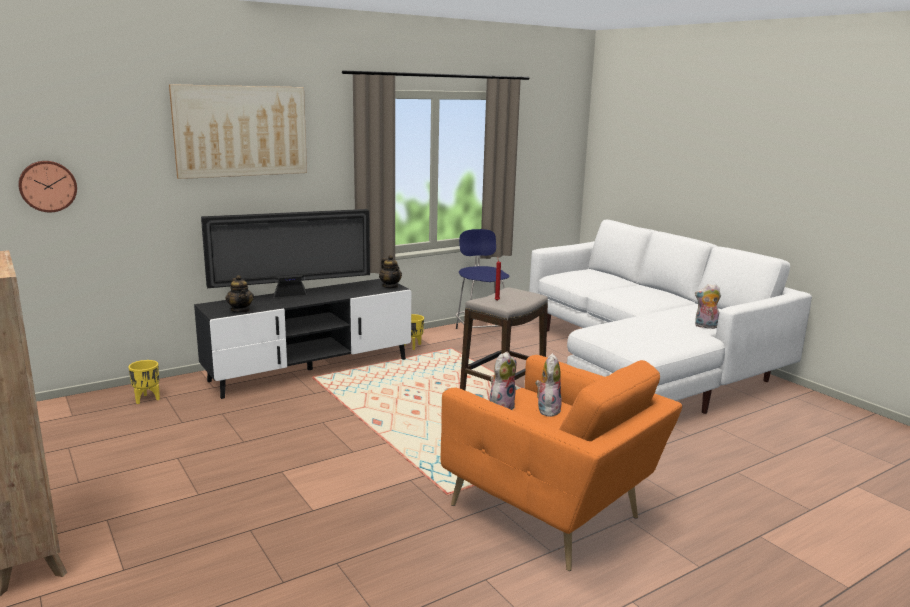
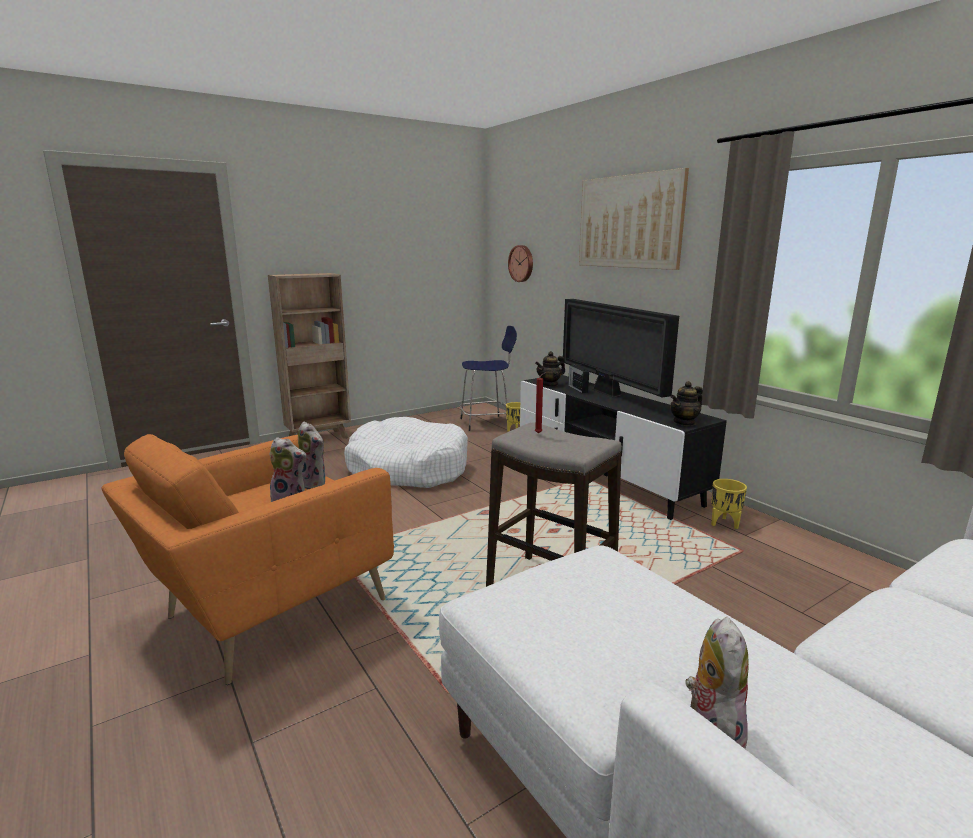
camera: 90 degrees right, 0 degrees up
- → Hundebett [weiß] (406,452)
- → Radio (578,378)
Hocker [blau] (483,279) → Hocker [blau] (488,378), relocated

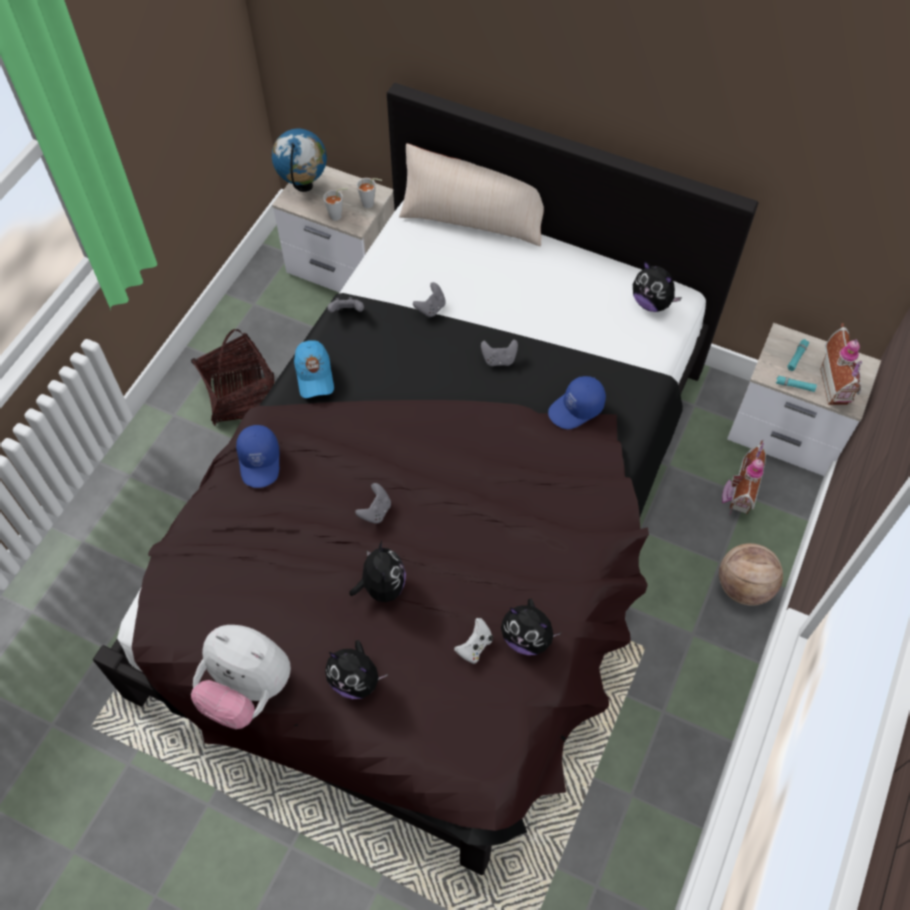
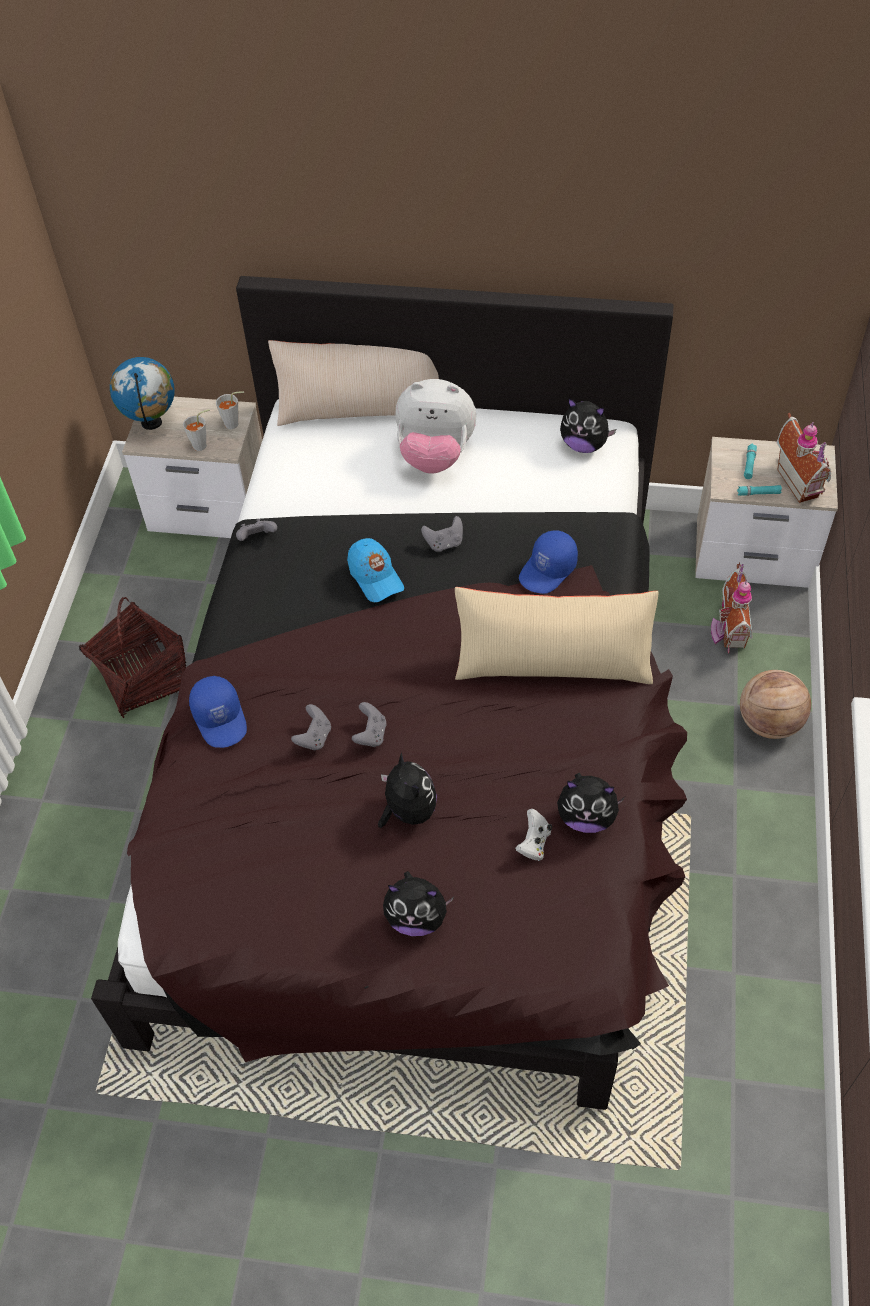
camera: 15 degrees left, 5 degrees down
- → Kissen [beige] (557,635)
Plüschtier (241,677) → Plüschtier (435,426), relocated
Kappe [blau] (314,369) → Kappe [blau] (375,570), relocated
Gamepad [grau] (429,299) → Gamepad [grau] (311,727), relocated

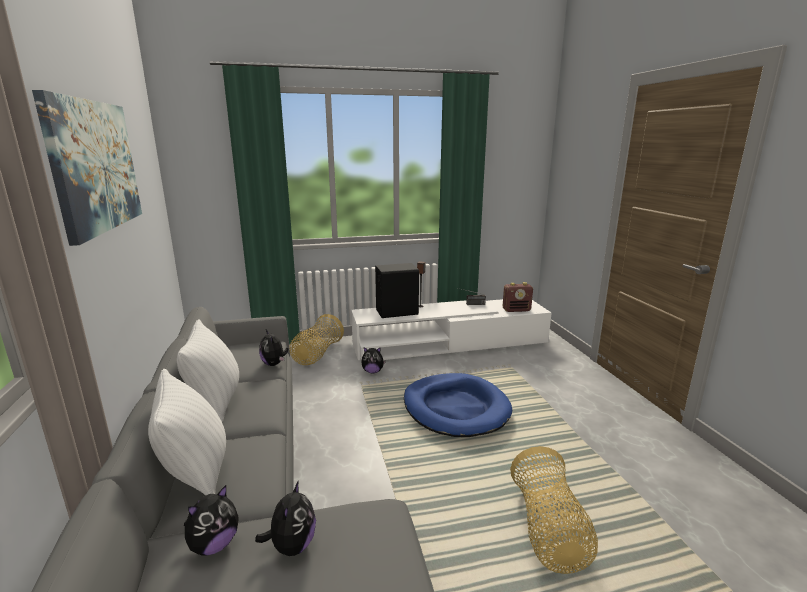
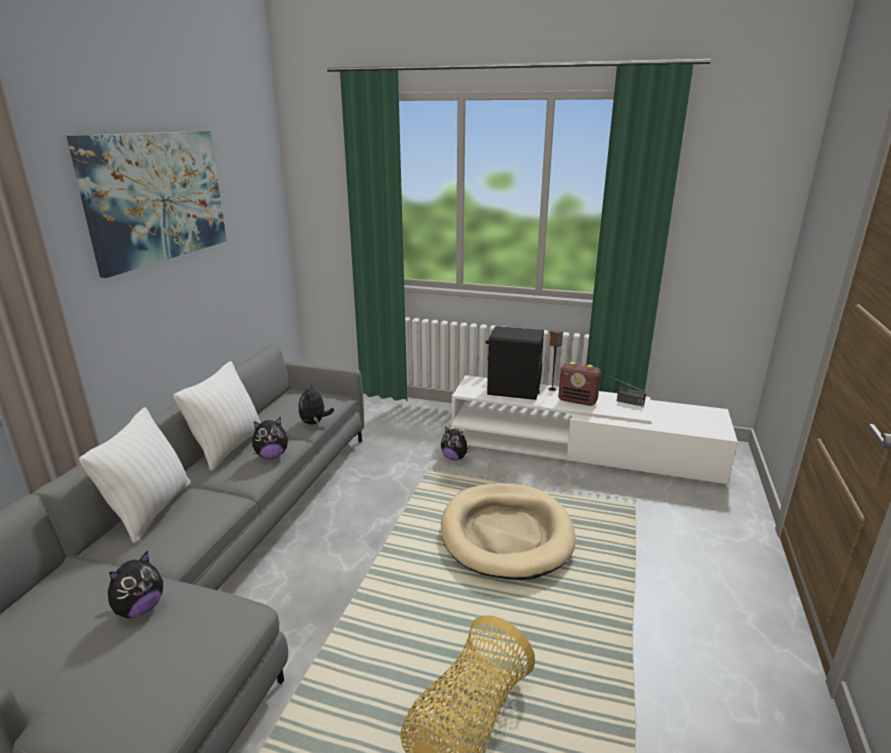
camera: 30 degrees right, 5 degrees up
Korb (316,339) → -
Plüschtier (211,520) → Plüschtier (271,438), relocated
Radio (518,297) → Radio (579,384), relocated
Hundebett [blau] (458,405) → Hundebett [beige] (508,532)

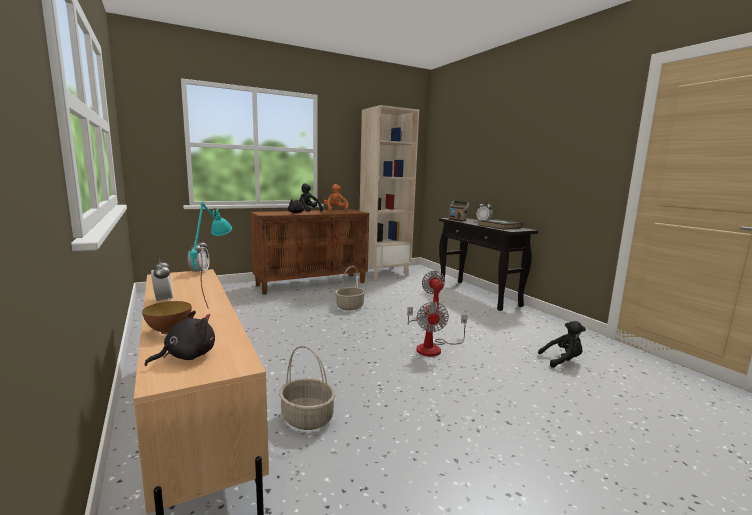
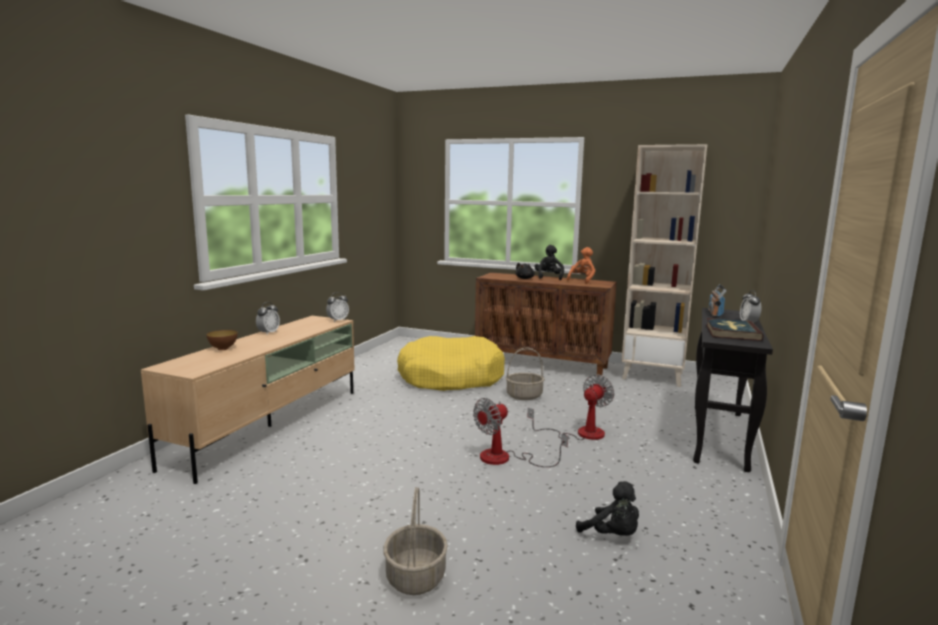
camera: 50 degrees right, 0 degrees up
Plüschtier [schwarz] (179,338) → -
Tischlampe [türkis] (211,255) → -
- → Hundebett [gelb] (451,363)
Korb (307,388) → Korb (415,541), relocated

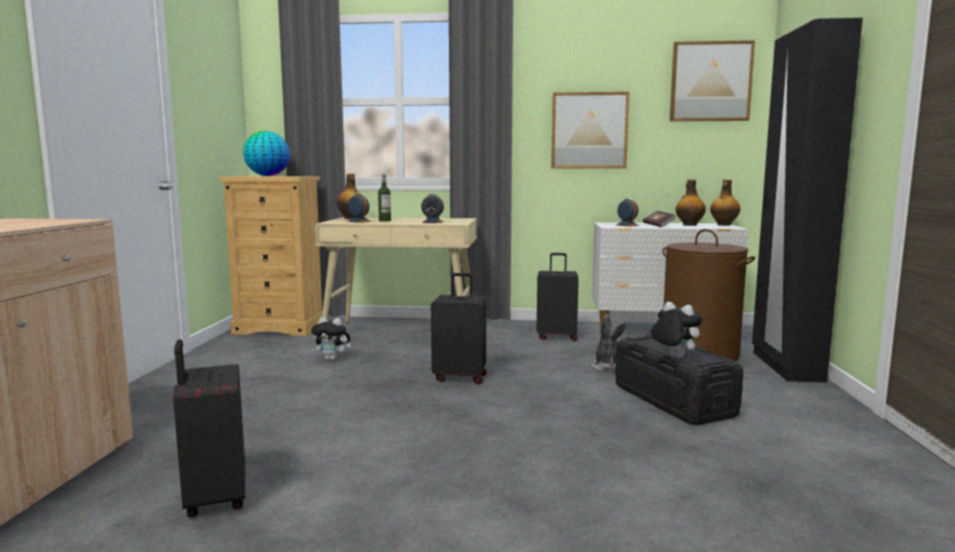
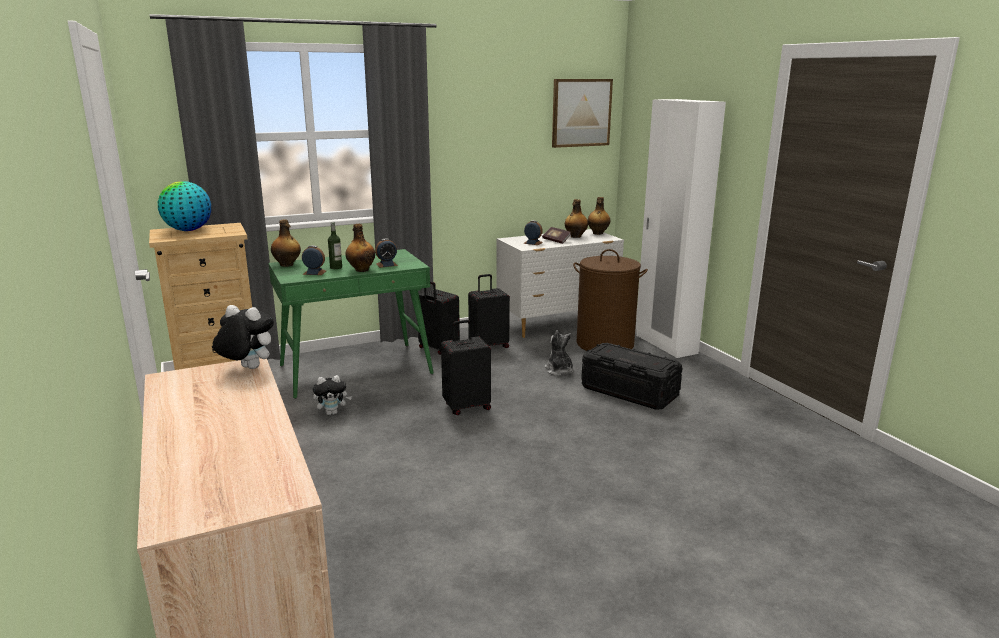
camera: 30 degrees left, 10 degrees up
Bild (590,130) → -
- → Flasche (360,248)
Koffer [schwarz] (209,428) → Koffer [schwarz] (439,318), relocated
Plüschtier (677,330) → Plüschtier (243,337), relocated
Schreibtisch [beige] (396,270) → Schreibtisch [grün] (351,324)
Kleiderschrank [schwarz] (807,200) → Kleiderschrank [weiß] (681,228)

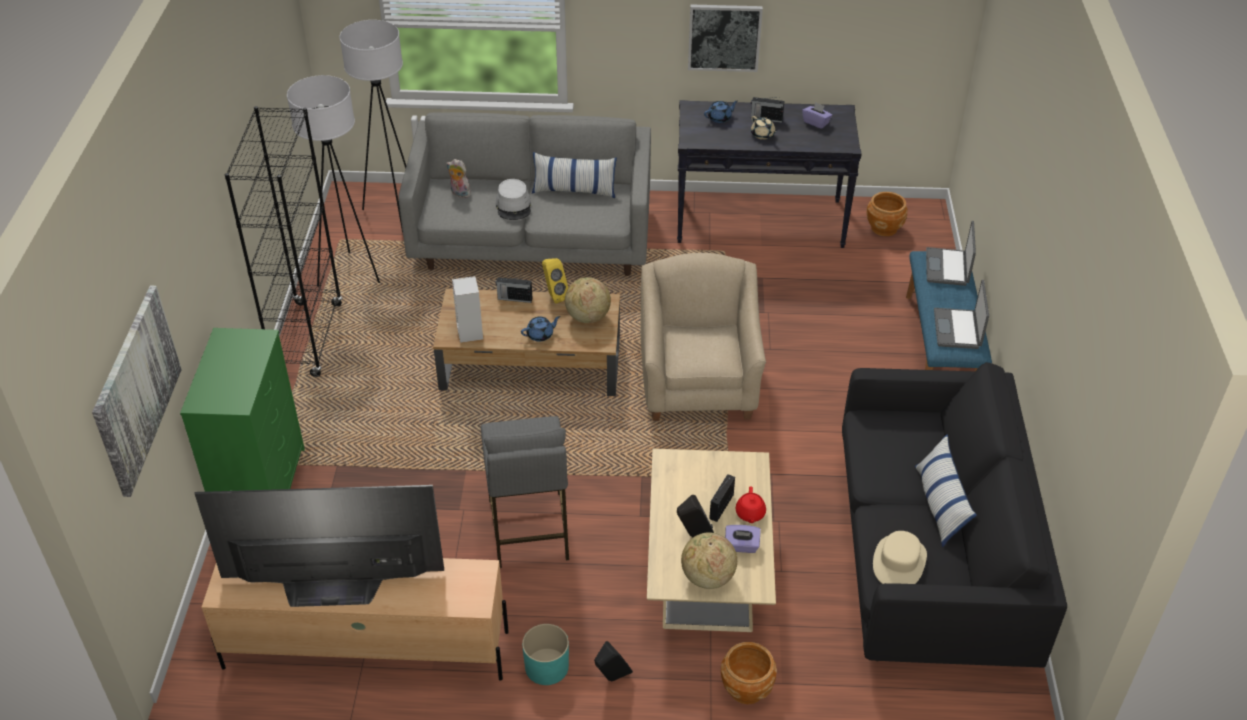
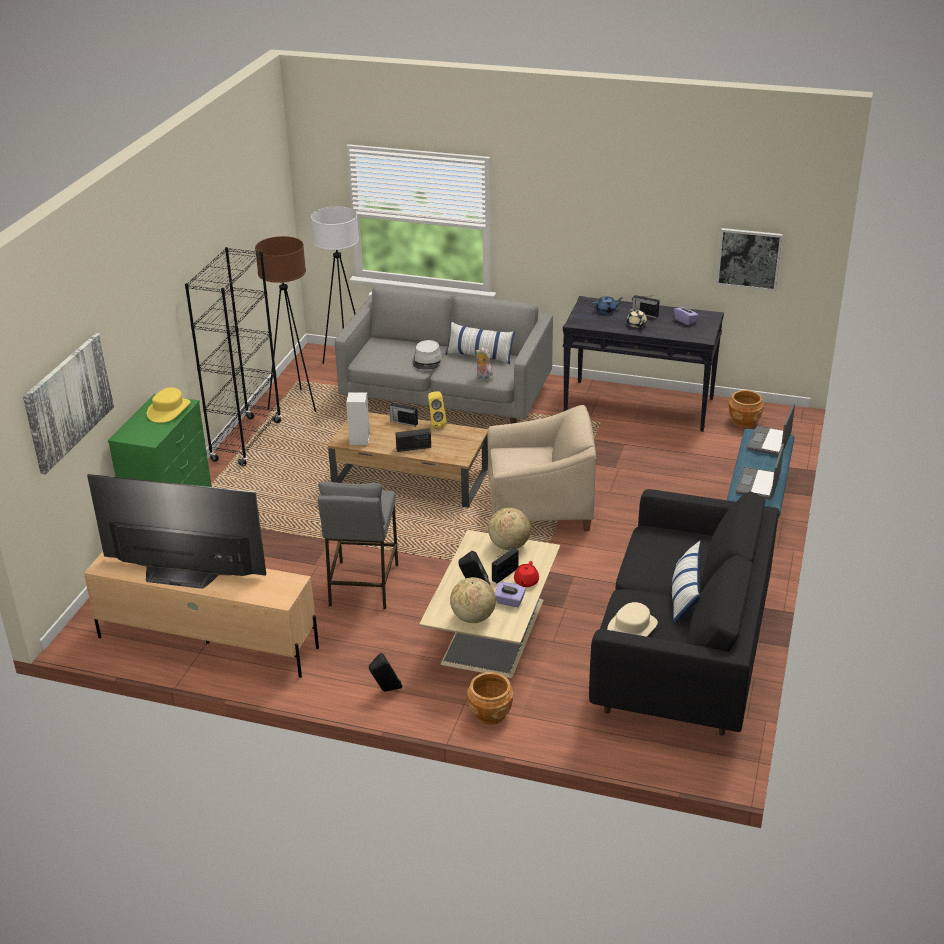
camera: 15 degrees right, 10 degrees down
Pflanzkübel [türkis] (545,654) → -
- → Hut [gelb] (168,405)
Plüschtier (458,178) → Plüschtier (484,364), relocated
Globus (588,300) → Globus (509,529), relocated
Bild (725,38) → Bild (749,259), relocated
Teekanne [blau] (541,329) → Radio (413,440)
Stehlampe [weiß] (333,181) → Stehlampe [braun] (285,324)
Sessel [beige] (703,337) → Sessel [beige] (541,468), 75 degrees clockwise

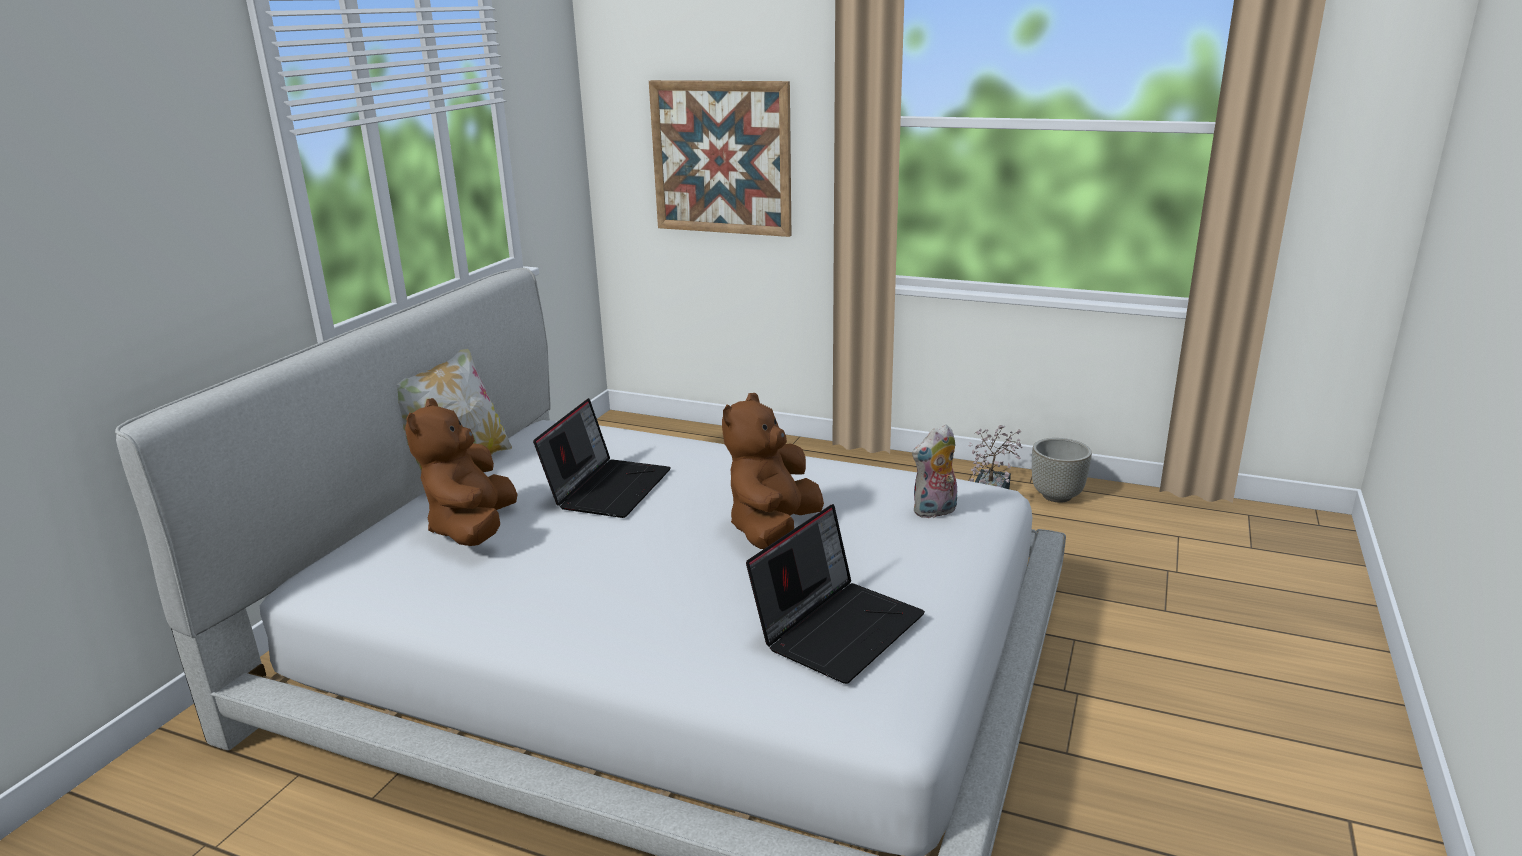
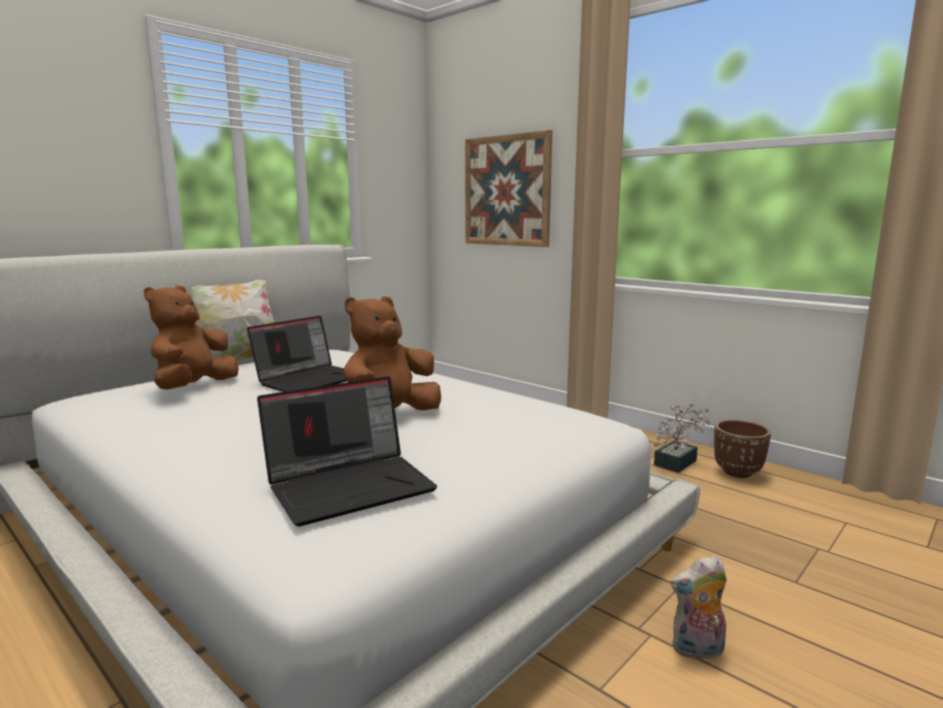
camera: 20 degrees right, 10 degrees down
Plüschtier (934,472) → Plüschtier (699,609), relocated
Pflanzkübel [grau] (1062,470) → Pflanzkübel [braun] (742,449)

